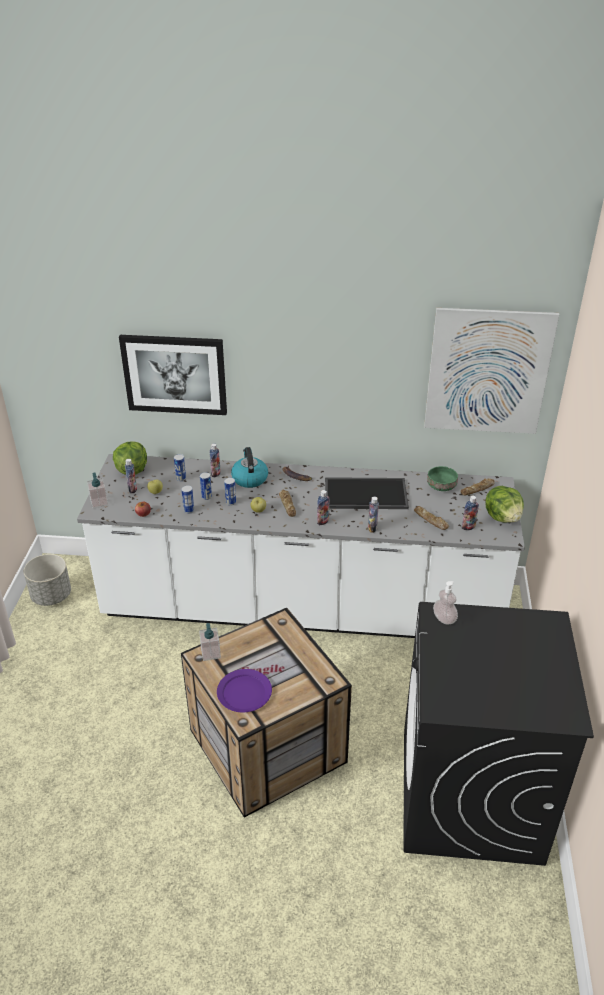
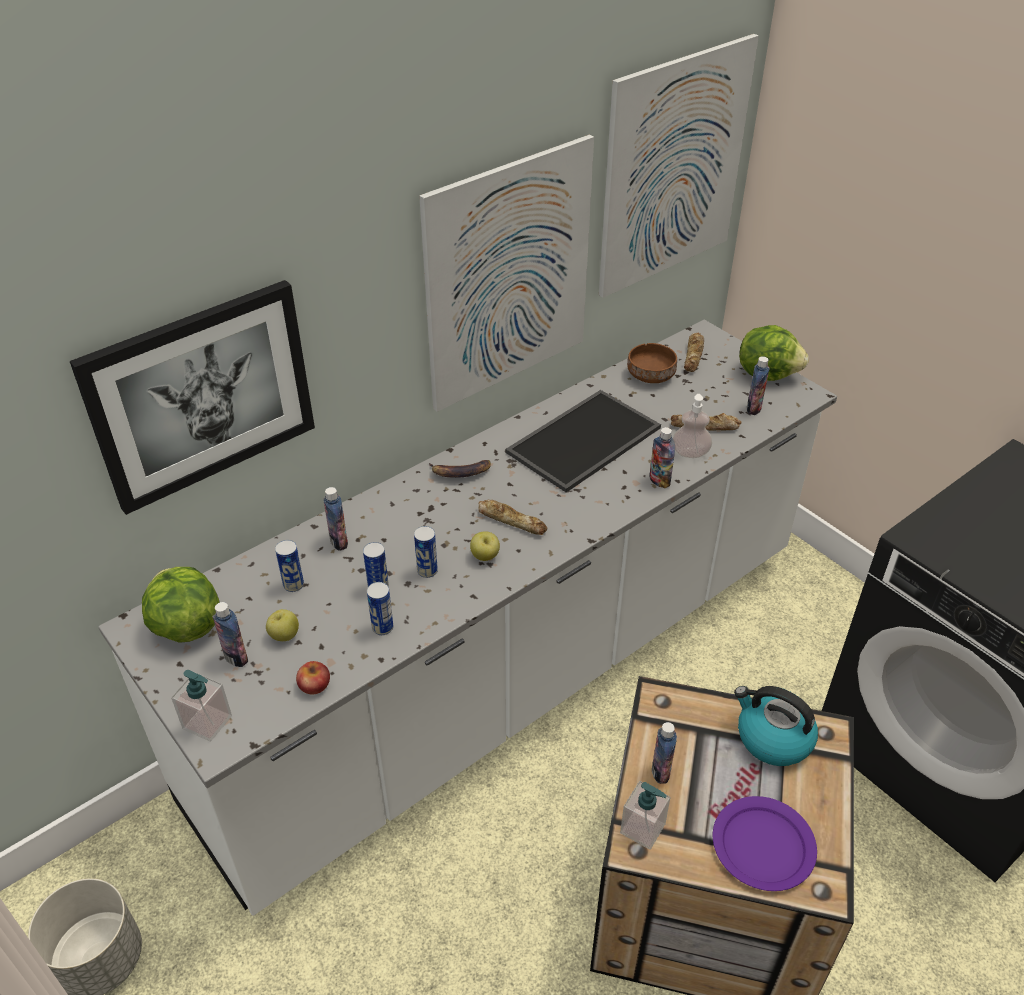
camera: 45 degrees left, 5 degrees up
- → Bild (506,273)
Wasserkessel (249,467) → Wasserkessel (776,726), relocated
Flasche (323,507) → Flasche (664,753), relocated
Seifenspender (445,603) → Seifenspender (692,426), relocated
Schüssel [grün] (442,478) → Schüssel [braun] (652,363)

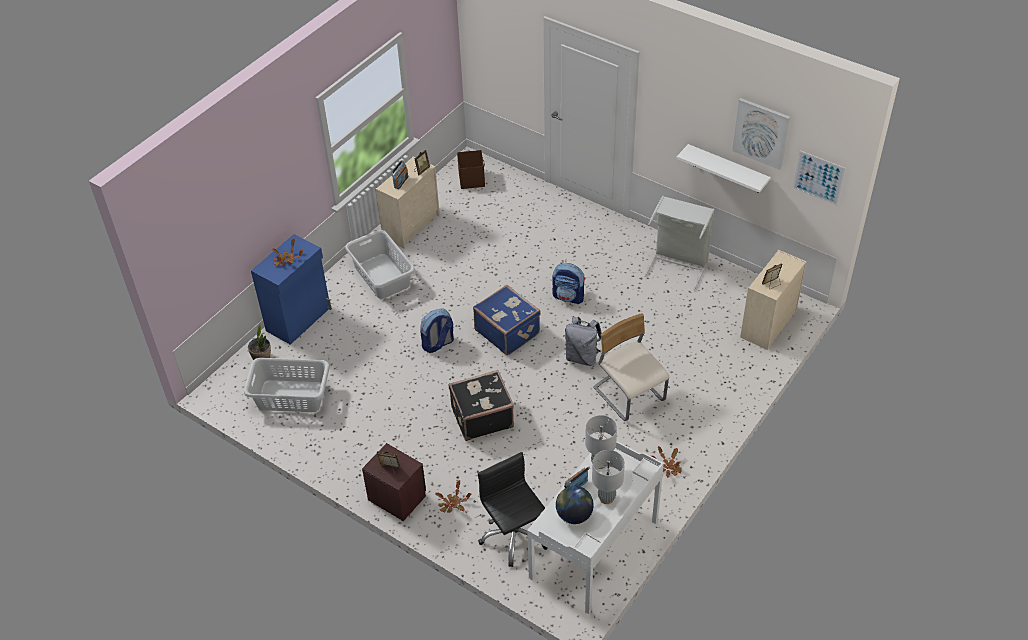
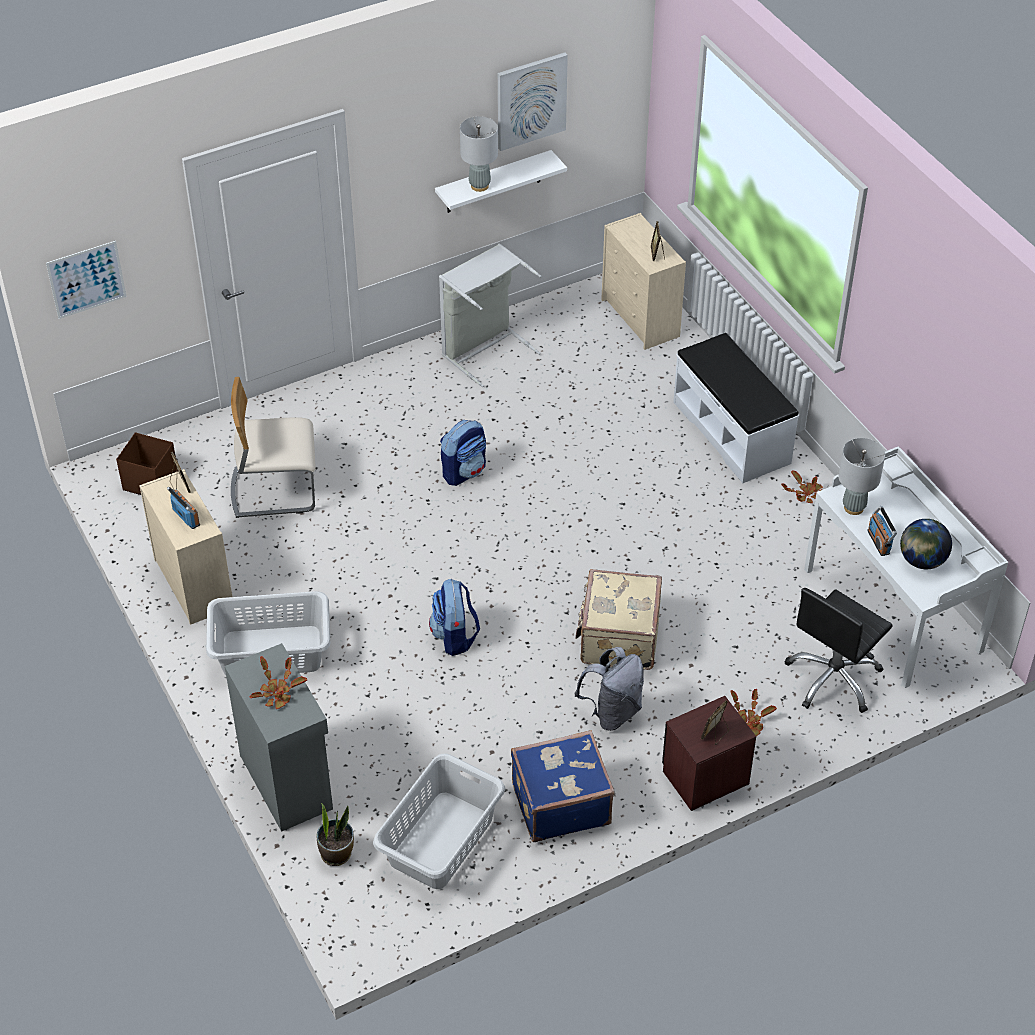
camera: 65 degrees left, 0 degrees up
- → Bank [weiß] (736,408)
Koffer [blau] (507,320) → Koffer [blau] (562,786), relocated
Rucksack [grau] (583,341) → Rucksack [grau] (609,689), relocated
Tischlampe [grau] (608,477) → Tischlampe [grau] (479,154), relocated
Stuhl [beige] (631,367) → Stuhl [beige] (273,447), relocated
Bild (819,178) → Bild (86,280), relocated
Schrank [blau] (291,289) → Schrank [grau] (279,737)
Koffer [schwarz] (481,405) → Koffer [beige] (618,619)
Bürostuhl [schwarz] (512,509) → Bürostuhl [schwarz] (839,650), 45 degrees counterclockwise

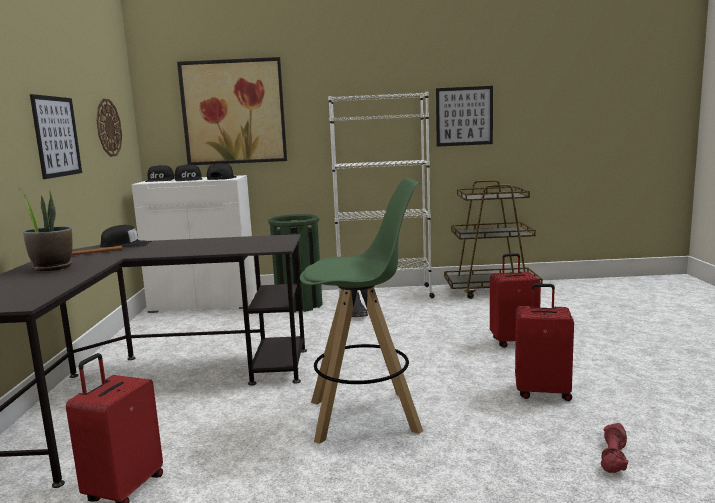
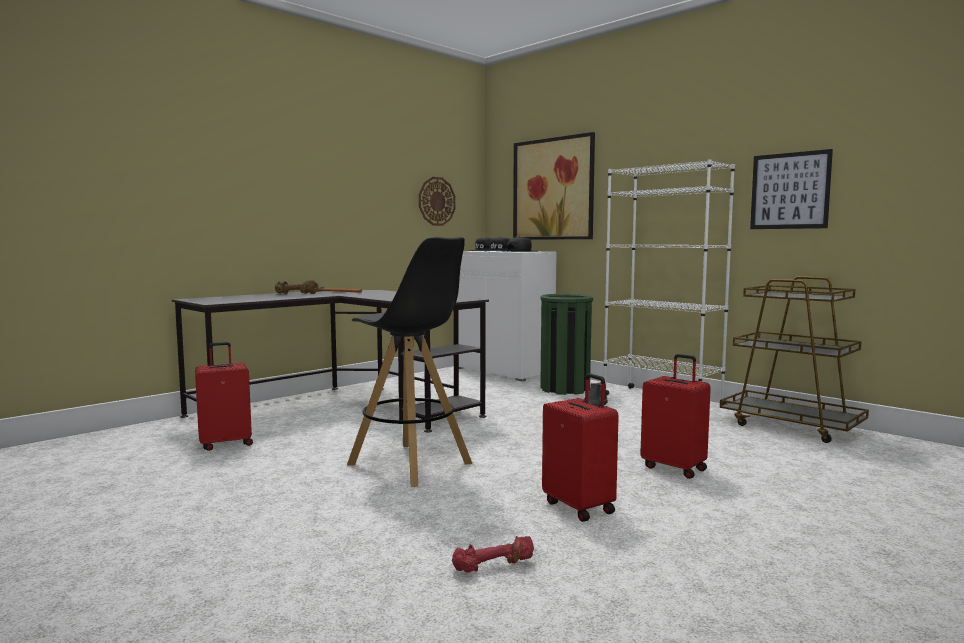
camera: 45 degrees right, 5 degrees down
Bild (56,136) → -
Kappe [schwarz] (126,236) → -
Topfpflanze (46,229) → Hantel [braun] (296,287)
Hocker [grün] (361,311) → Hocker [schwarz] (410,362)

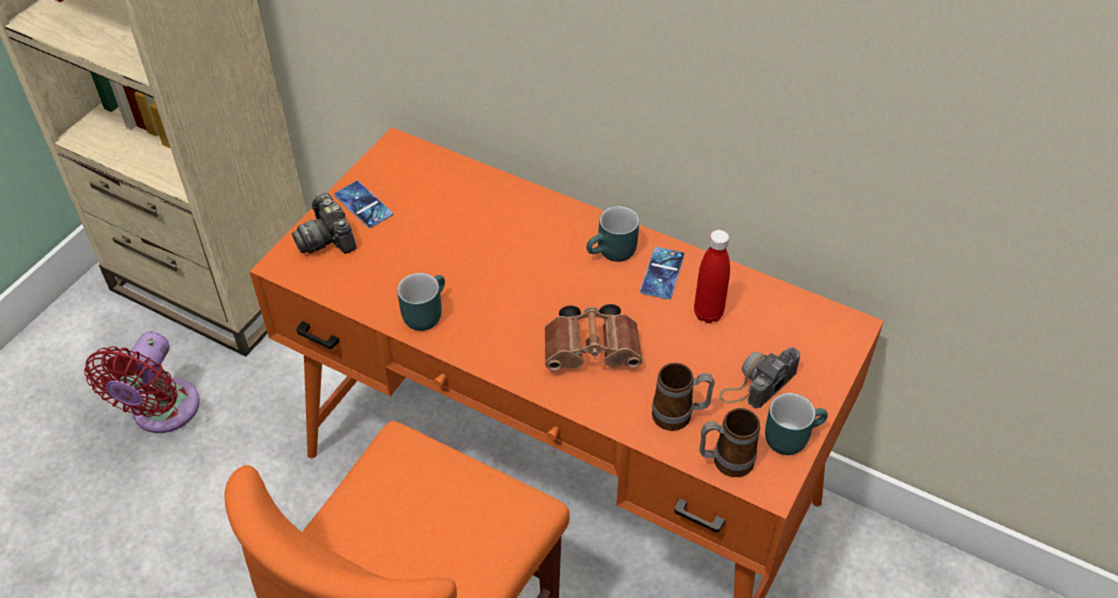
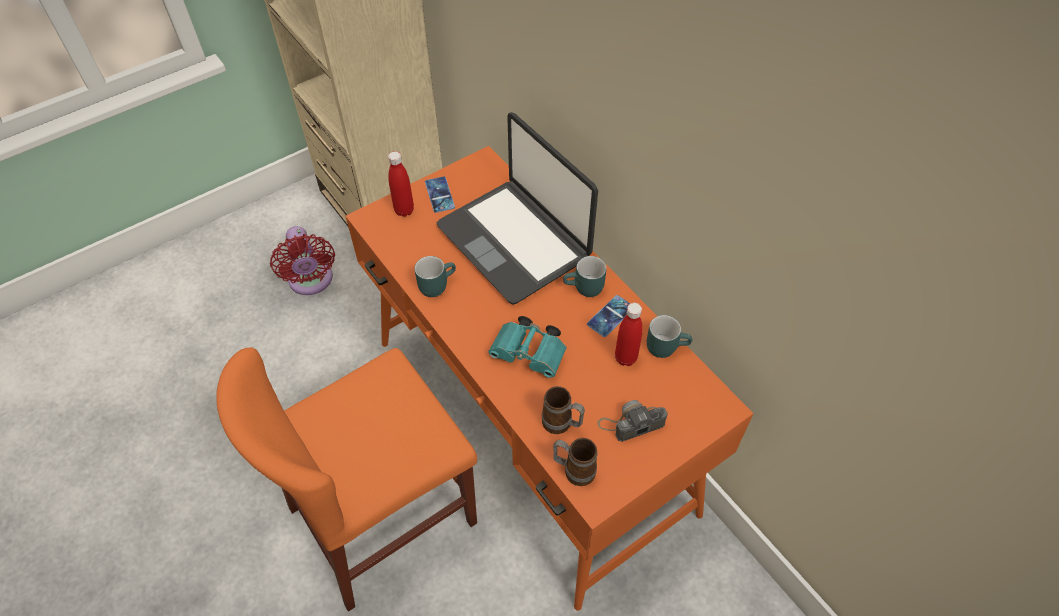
camera: 25 degrees right, 5 degrees up
- → Laptop (517,208)
Henkelbecher [türkis] (796,424) → Henkelbecher [türkis] (669,336), relocated
Kamera (324,223) → Flasche [rot] (401,184)
Fernglas [braun] (594,337) → Fernglas [türkis] (527,347)
Ventilator [rot] (142,382) → Ventilator [rot] (302,260), 60 degrees counterclockwise

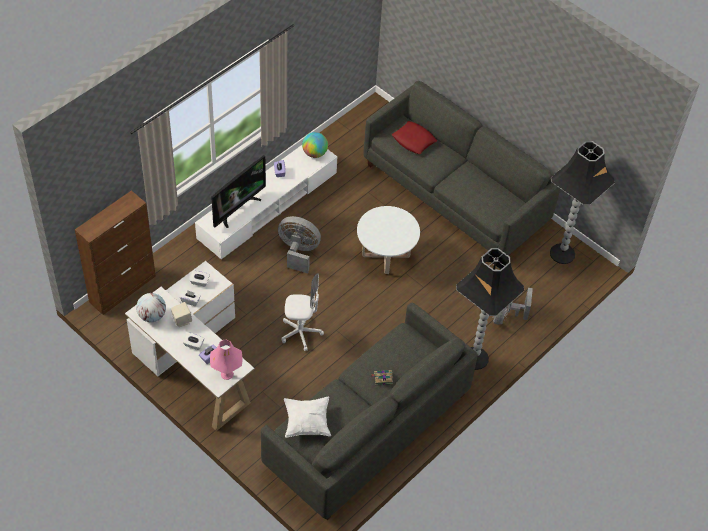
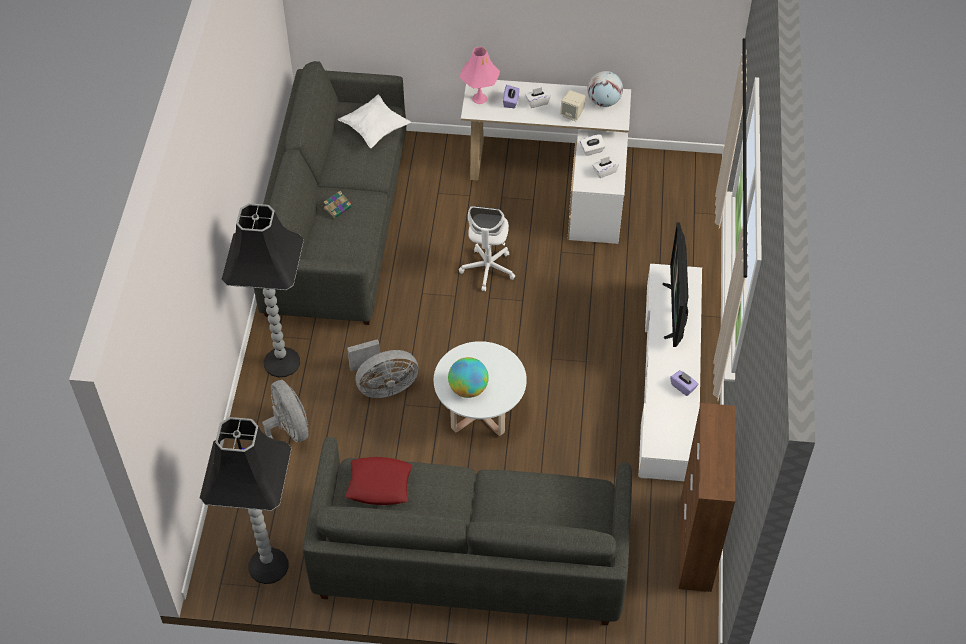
camera: 145 degrees right, 0 degrees up
Schrank [braun] (115,253) → Schrank [braun] (706,497), relocated
Ventilator [grau] (299,245) → Ventilator [grau] (383,368), relocated
Globus (315,145) → Globus (468,377), relocated
Kissen [rot] (414,137) → Kissen [rot] (378,481), relocated
Bürostuhl [weiß] (302,312) → Bürostuhl [weiß] (487,249), 45 degrees counterclockwise

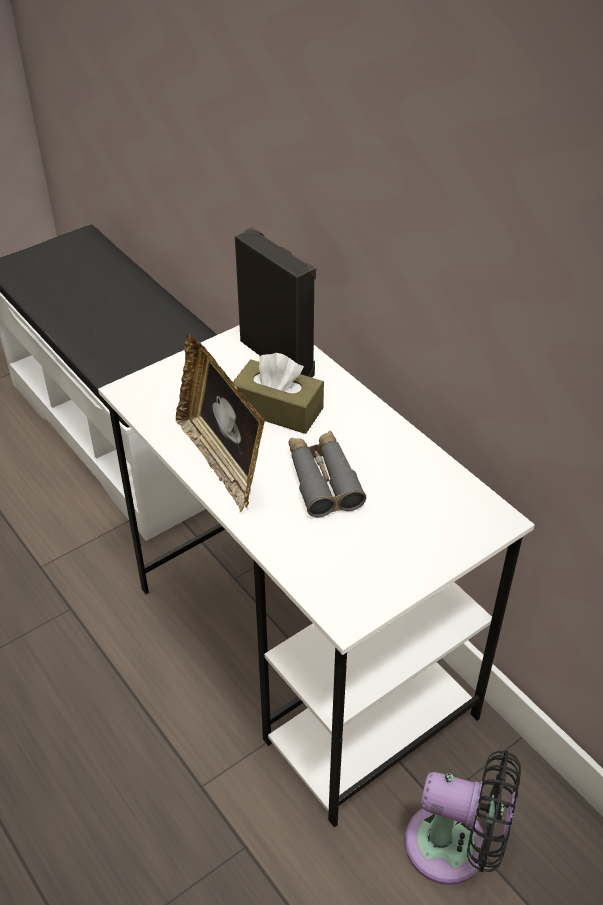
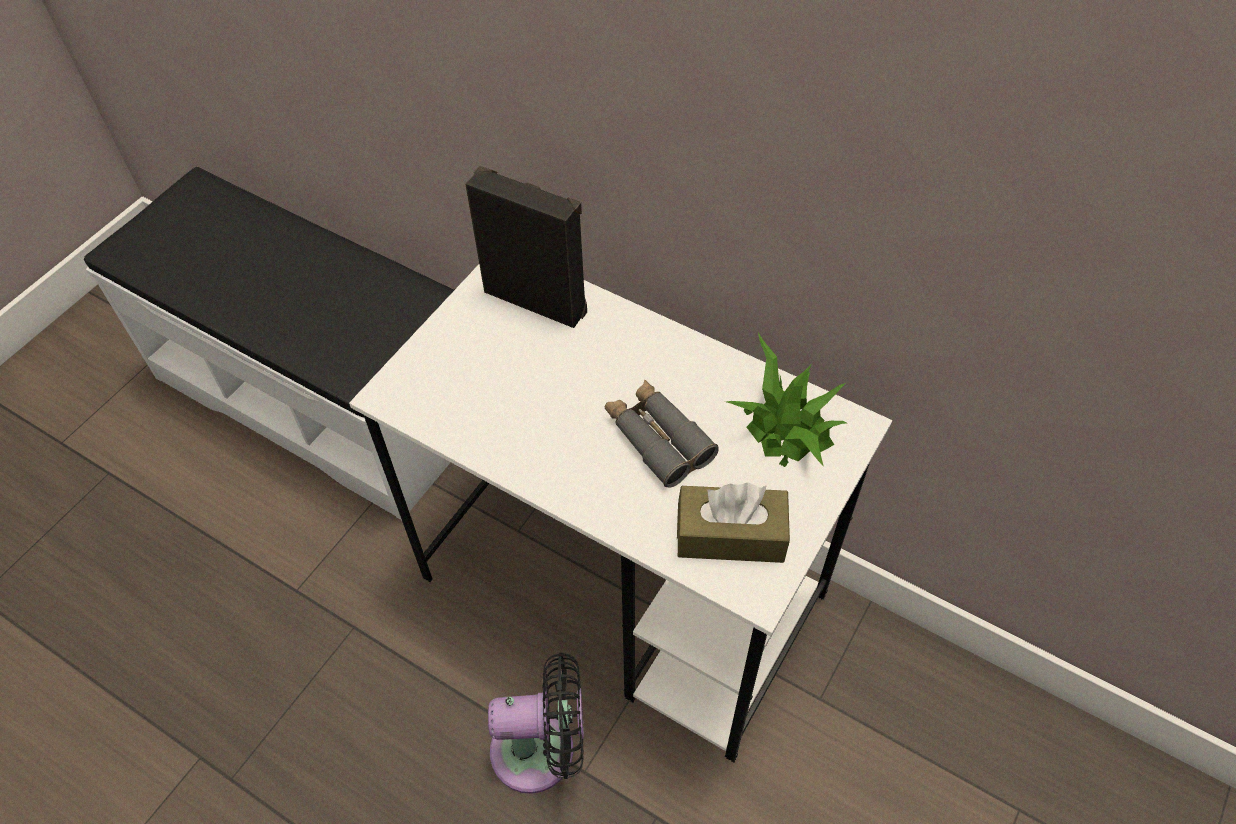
camera: 20 degrees left, 10 degrees up
Bilderrahmen (220,424) → -
- → Topfpflanze (786,399)
Taschentuchbox [braun] (278,393) → Taschentuchbox [braun] (733,523), relocated
Ventilator [schwarz] (463,817) → Ventilator [schwarz] (536,723), relocated

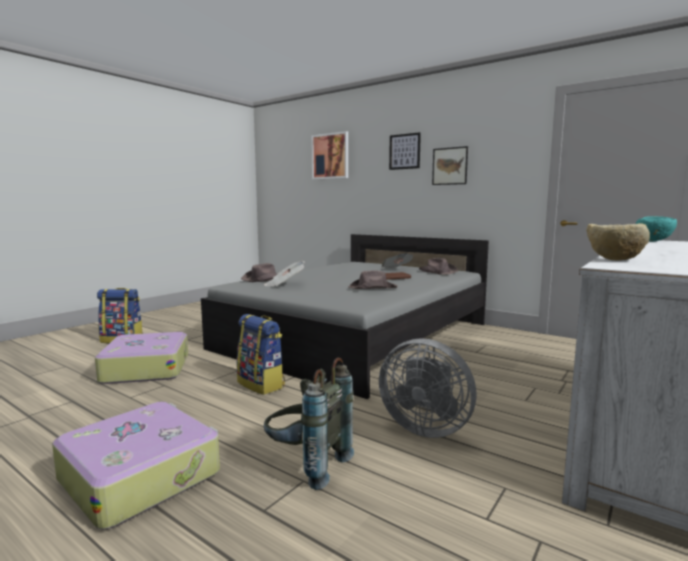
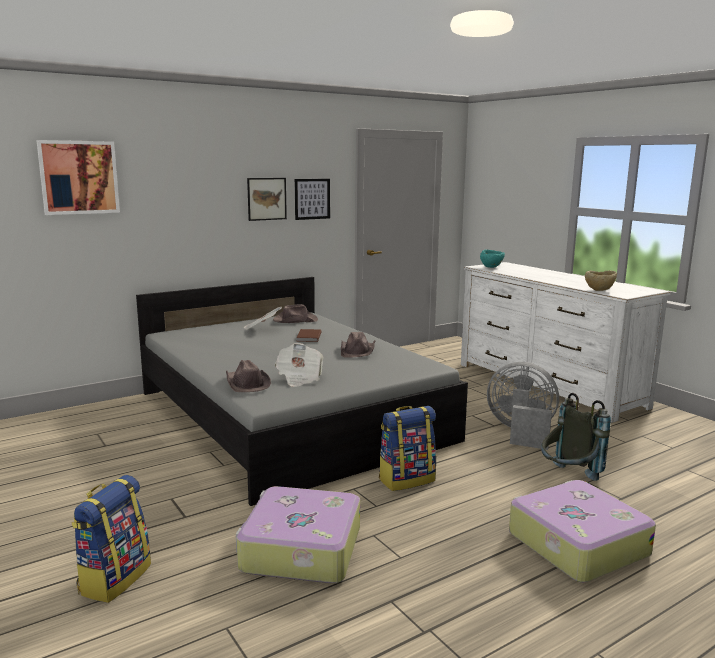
camera: 70 degrees left, 5 degrees up
Bild (405,151) → Bild (312,199), relocated
Ventilator [grau] (428,388) → Ventilator [grau] (523,406), 120 degrees counterclockwise

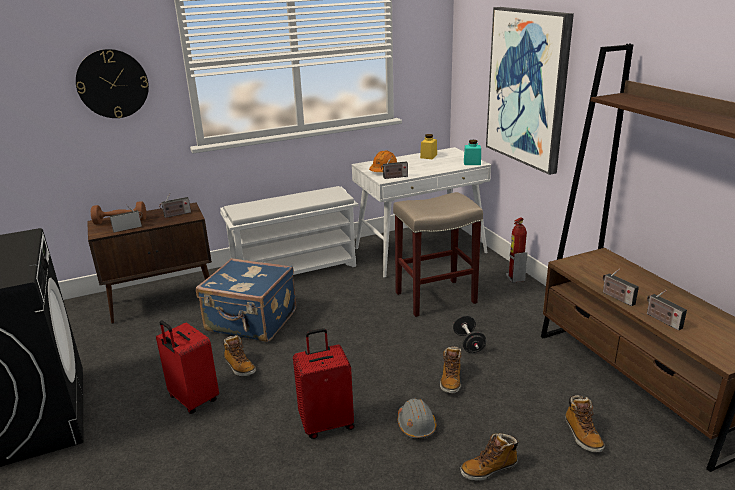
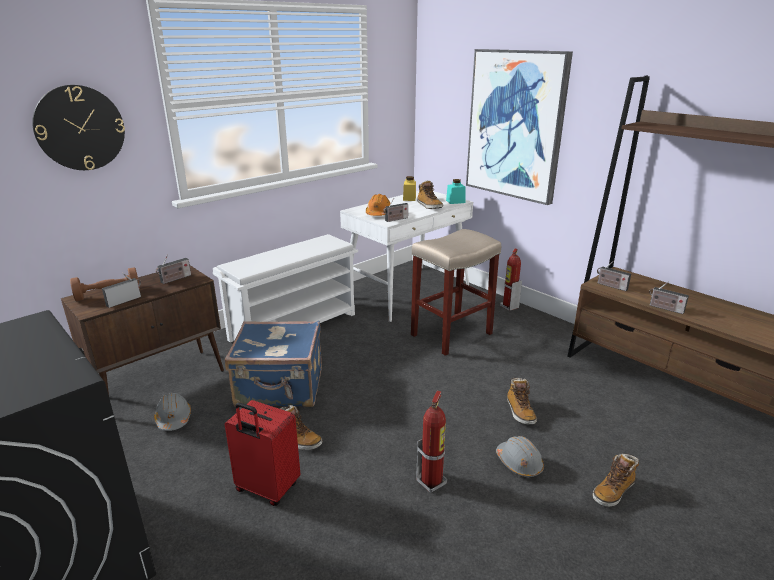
camera: 20 degrees left, 0 degrees up
Hantel [schwarz] (469,334) → -
- → Schutzhelm [grau] (172,412)
Stiefel (585,423) → Stiefel (430,194), relocated
Radio (667,310) → Radio (614,276), relocated
Koffer [rot] (324,383) → Feuerlöscher (431,442)

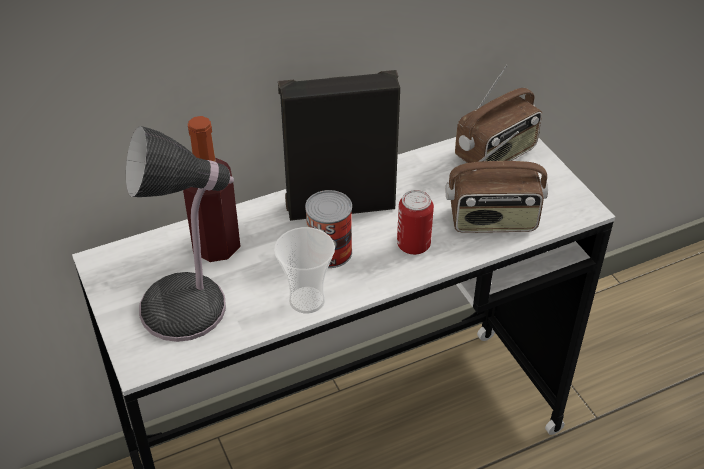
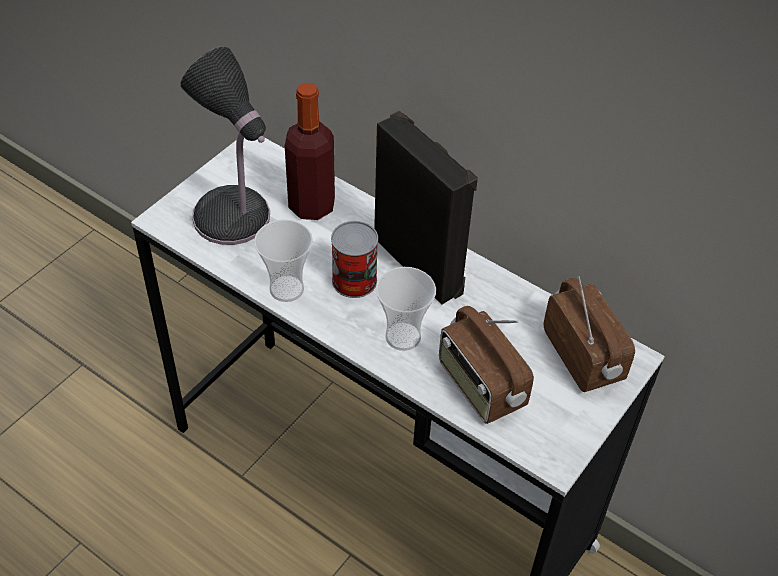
camera: 60 degrees right, 5 degrees up
Dose (415,222) → Tasse (406,309)
Radio (498,114) → Radio (589,334), 135 degrees counterclockwise

